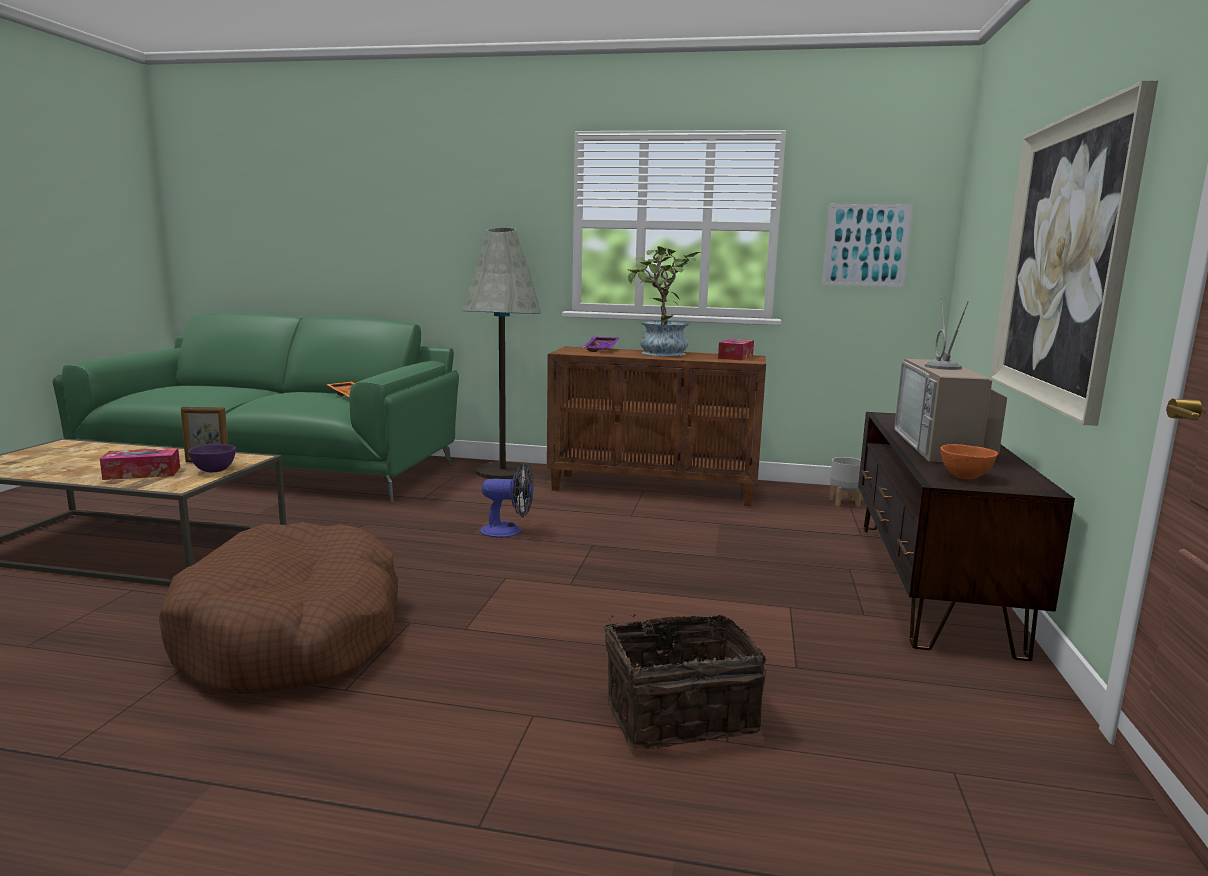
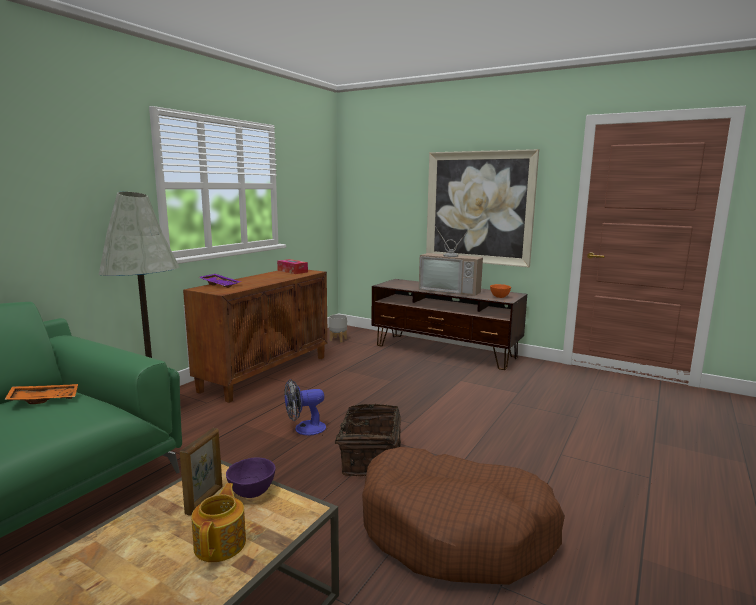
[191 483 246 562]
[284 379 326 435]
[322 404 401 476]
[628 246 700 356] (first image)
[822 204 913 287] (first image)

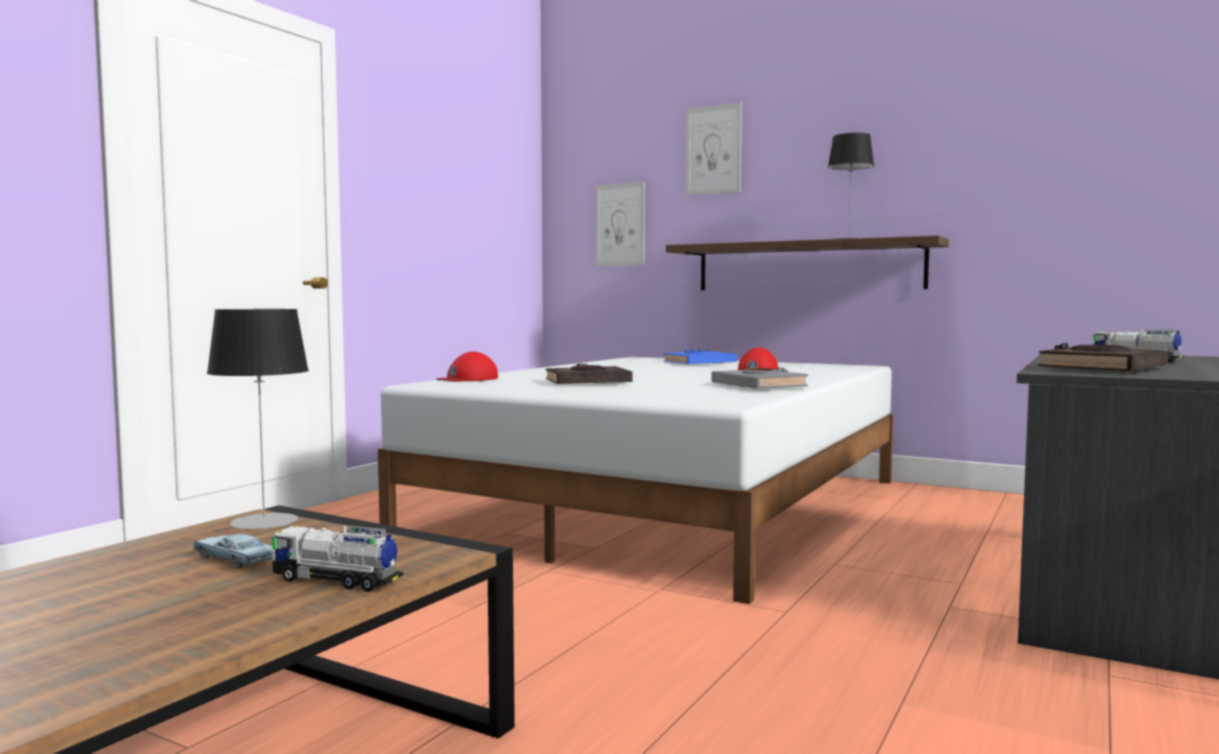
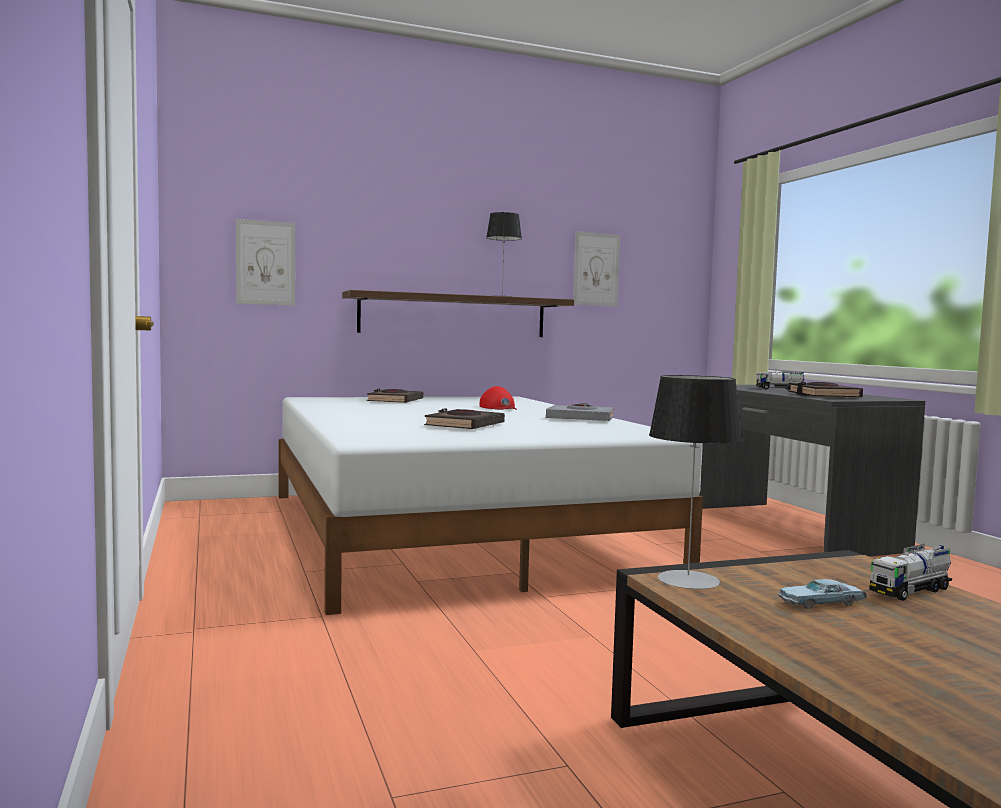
[436 352 498 382] (first image)
[367 389 423 403]
[573 232 620 306]

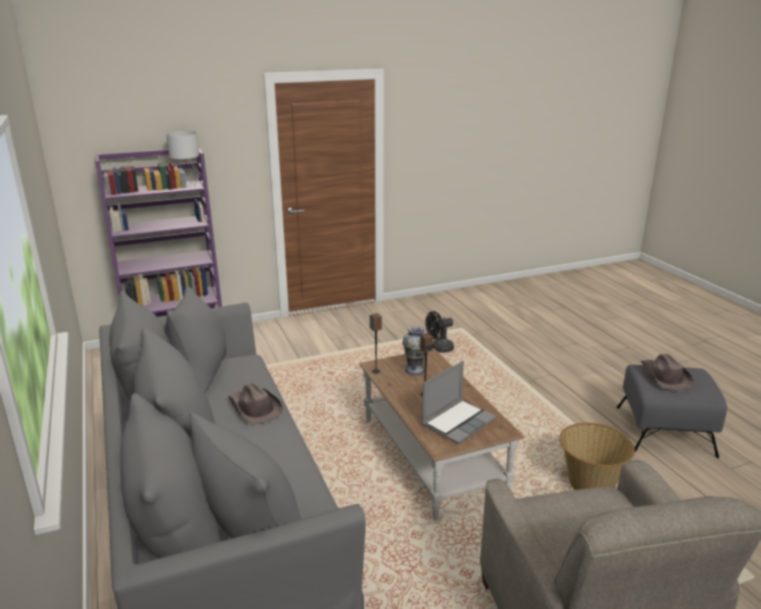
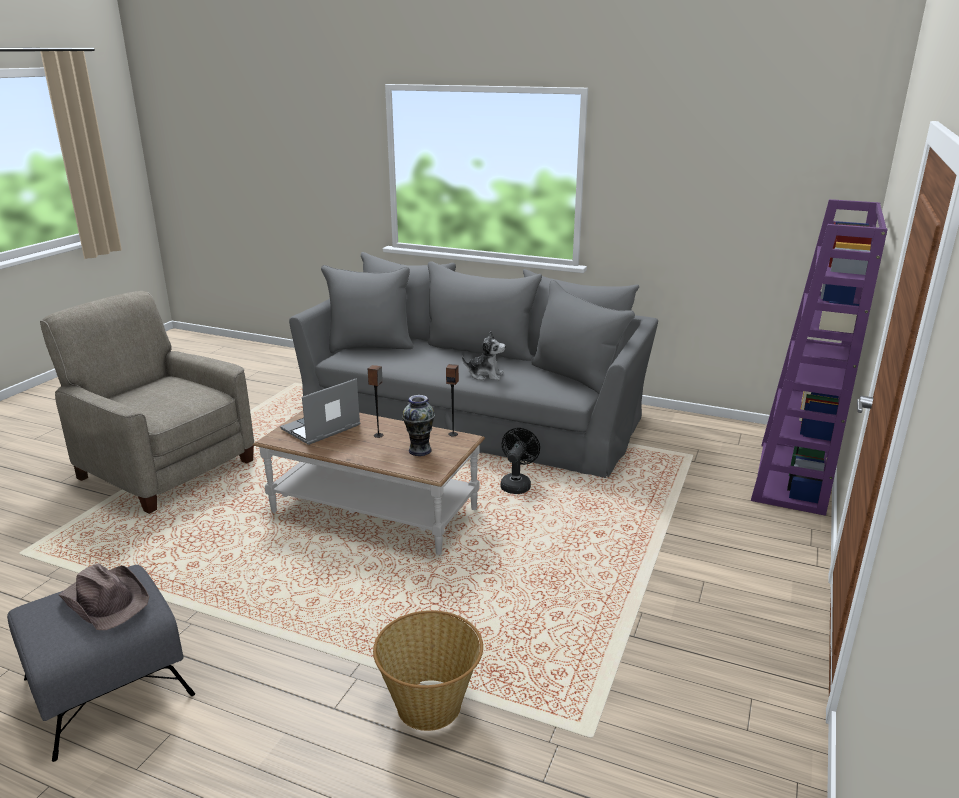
[166 131 200 188] (first image)
[462 331 506 381]
[280 378 360 445]
[501 428 540 494]
[373 610 483 731]

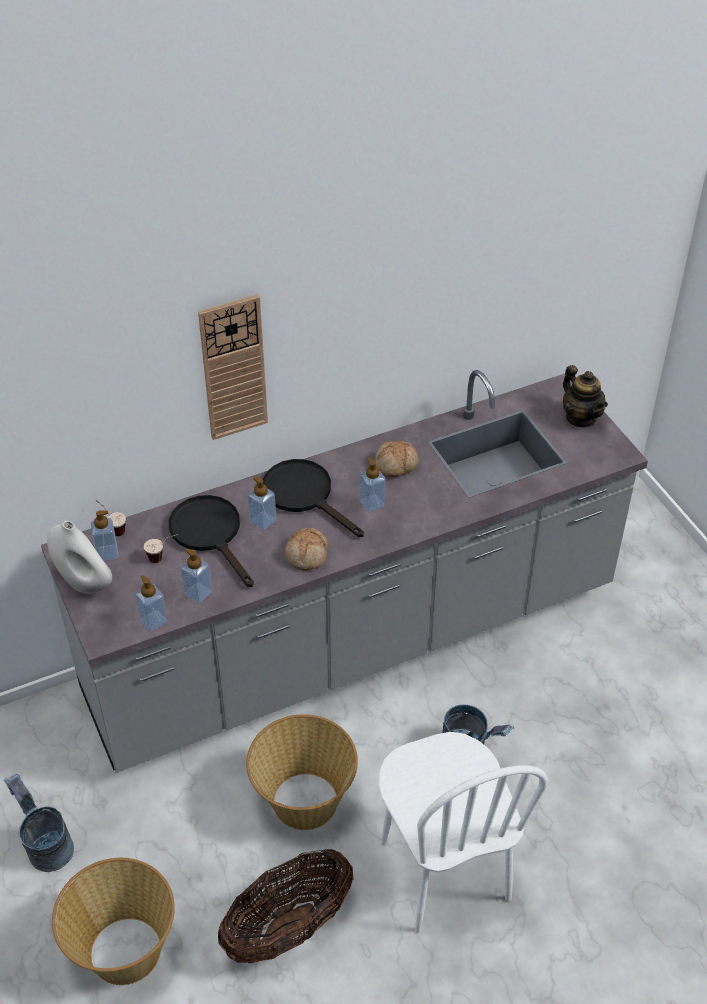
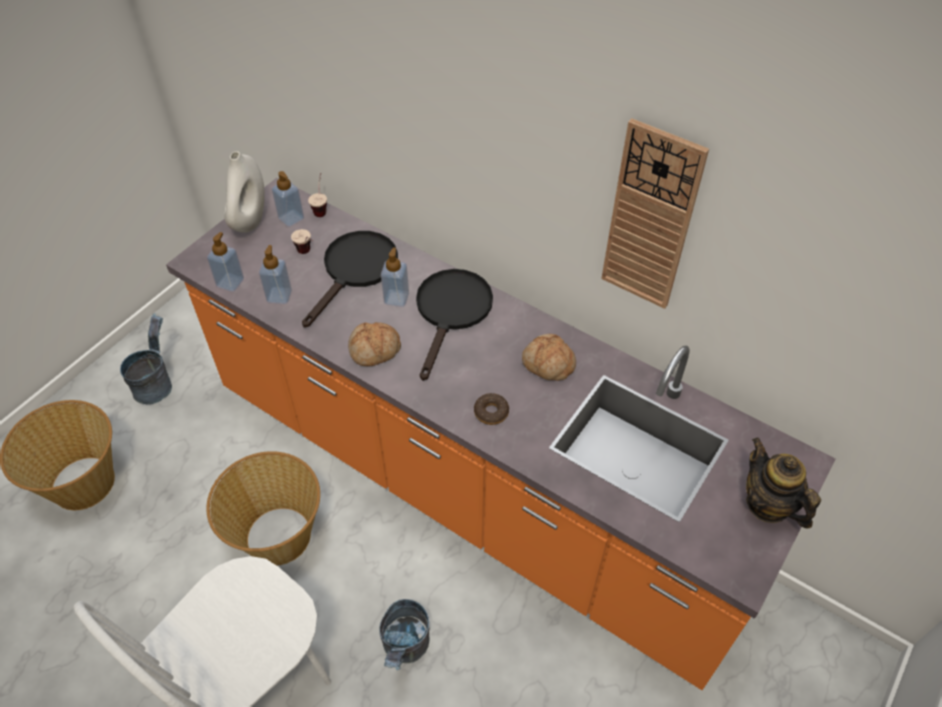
[166 178 835 690]
[601 118 709 309]
[218 849 353 963] (first image)
[360 457 386 512] (first image)
[746 438 821 528]
[474 393 509 425]

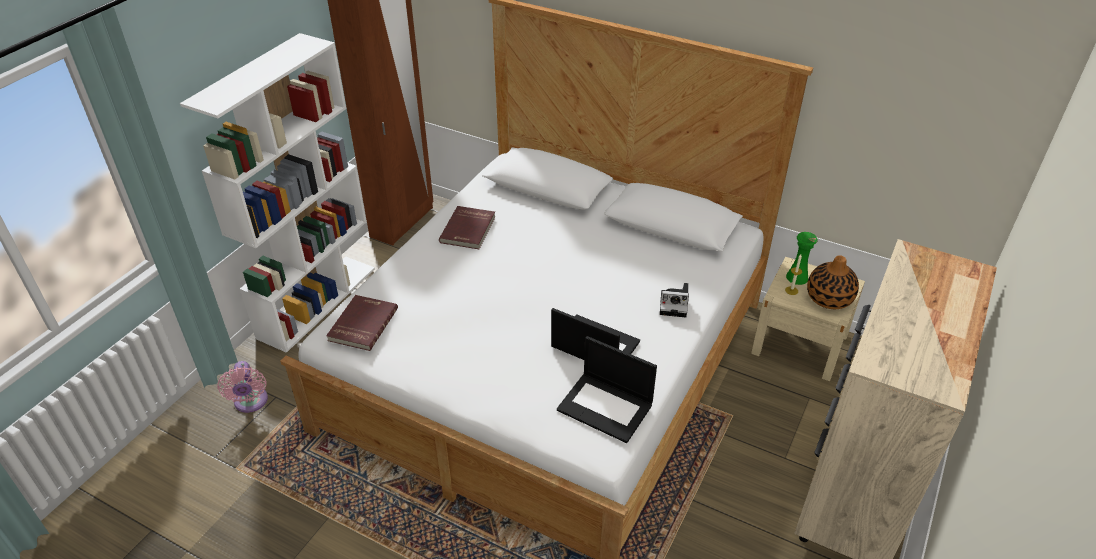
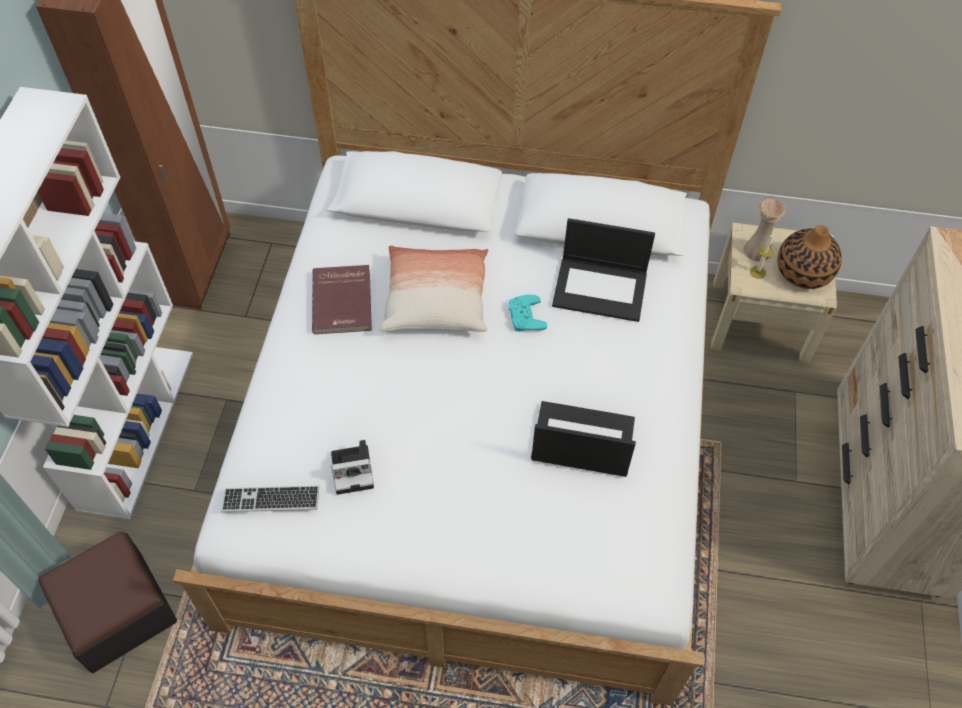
[38 531 177 673]
[221 486 319 512]
[552 218 655 322]
[331 440 374 495]
[744 199 786 262]
[379 246 488 332]
[509 294 547 332]

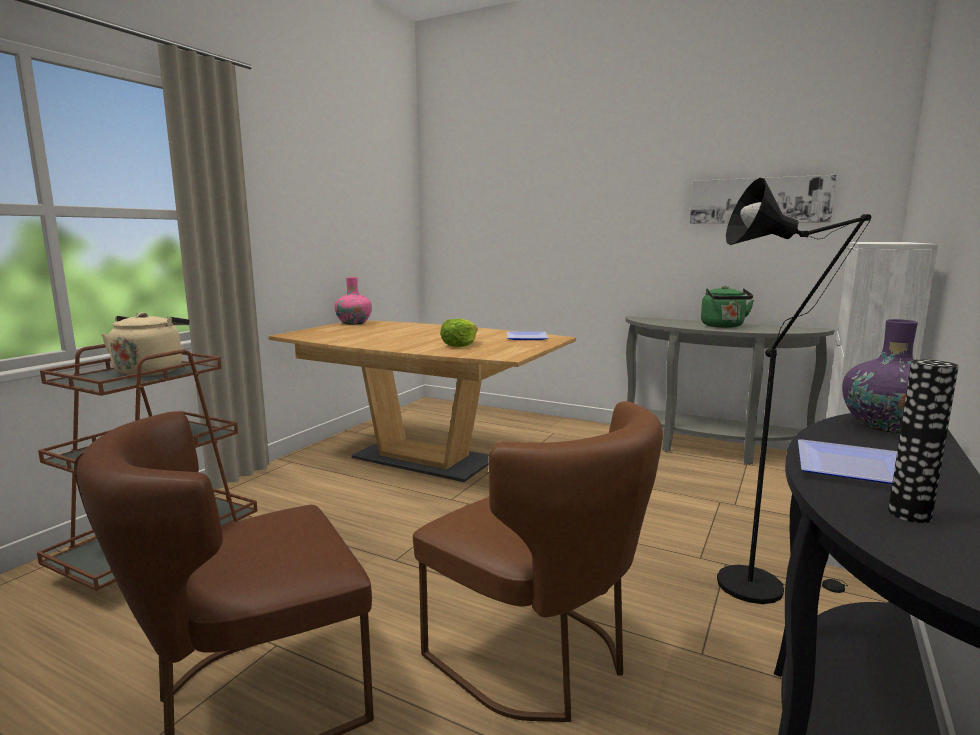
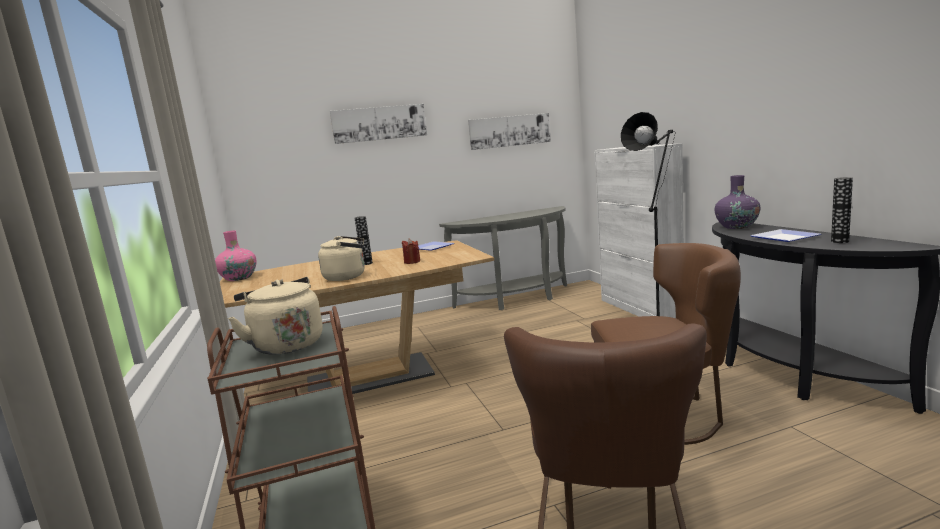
[402 239 420 264]
[701 286 754 328] (first image)
[318 236 365 281]
[330 104 427 144]
[355 216 373 265]

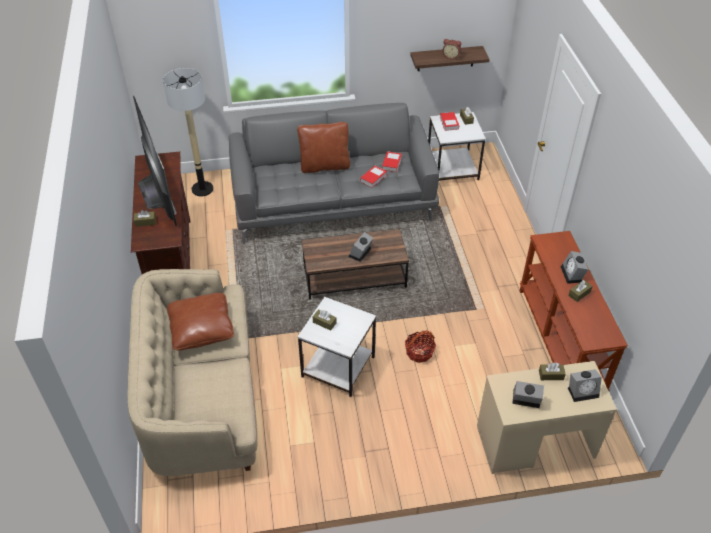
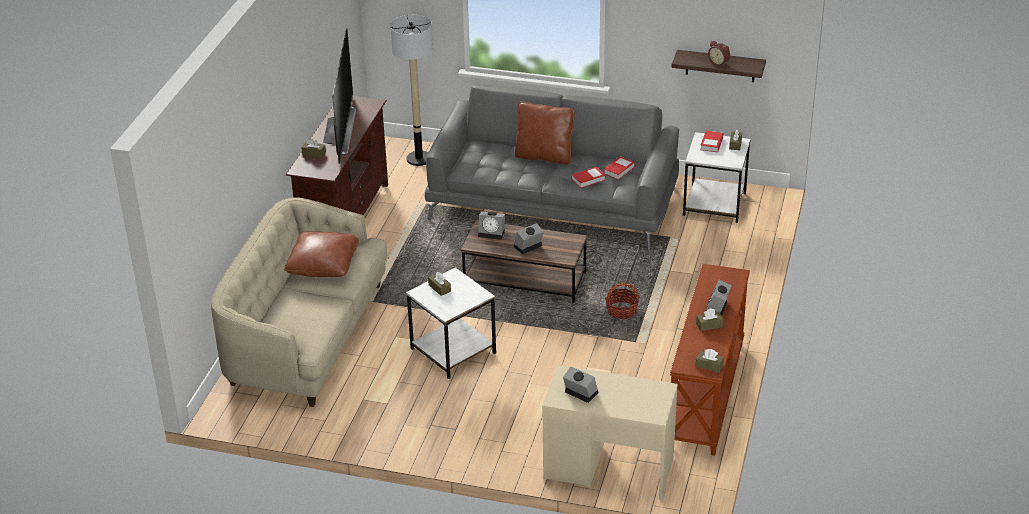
[605 282 640 319]
[696 349 724 373]
[478 211 505 240]

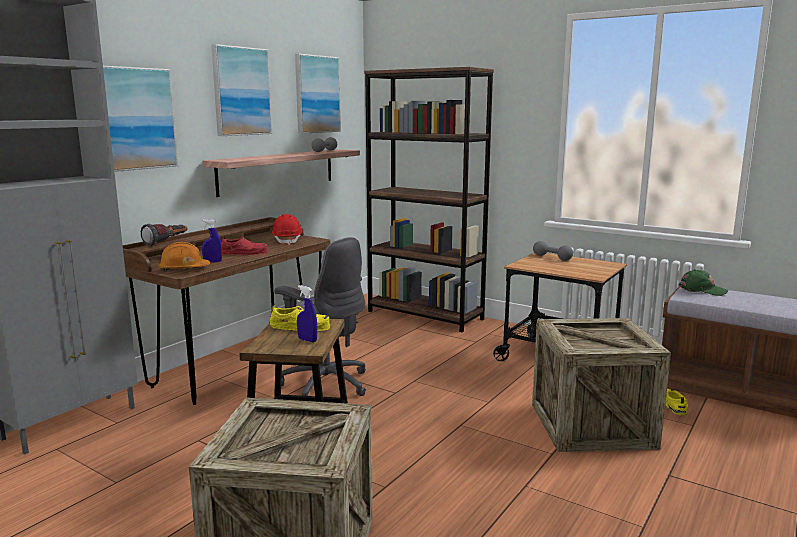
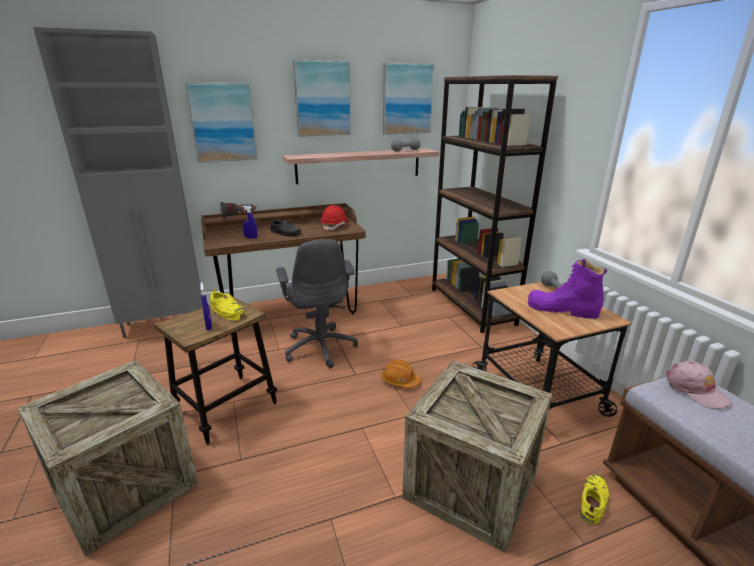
[381 360 421 388]
[270 218 301 237]
[666 361 733 409]
[528 259 607 319]

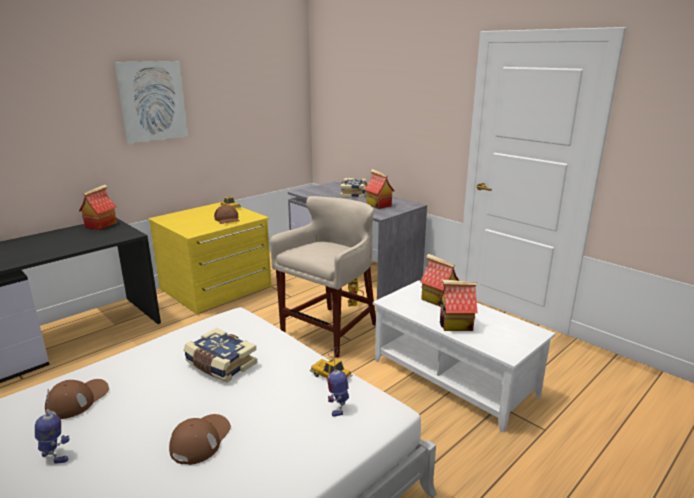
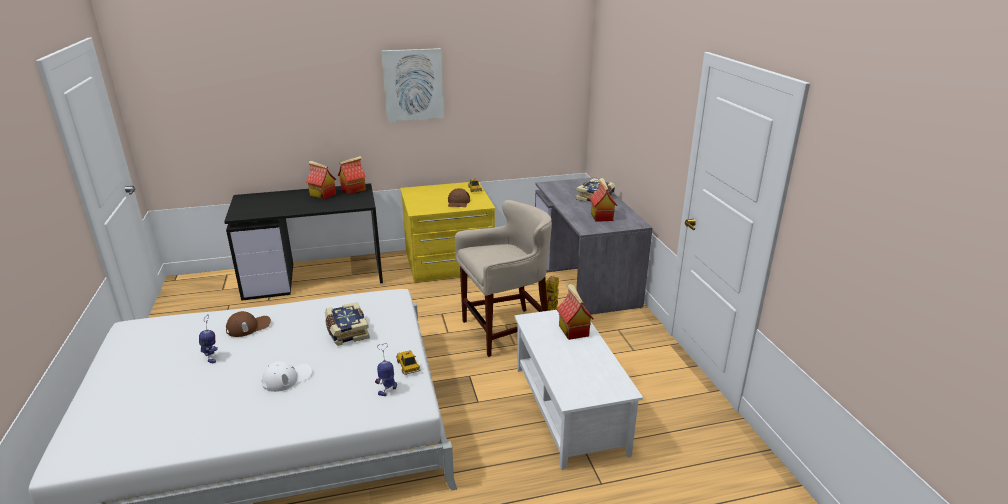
[262 361 311 392]
[306 161 337 199]

